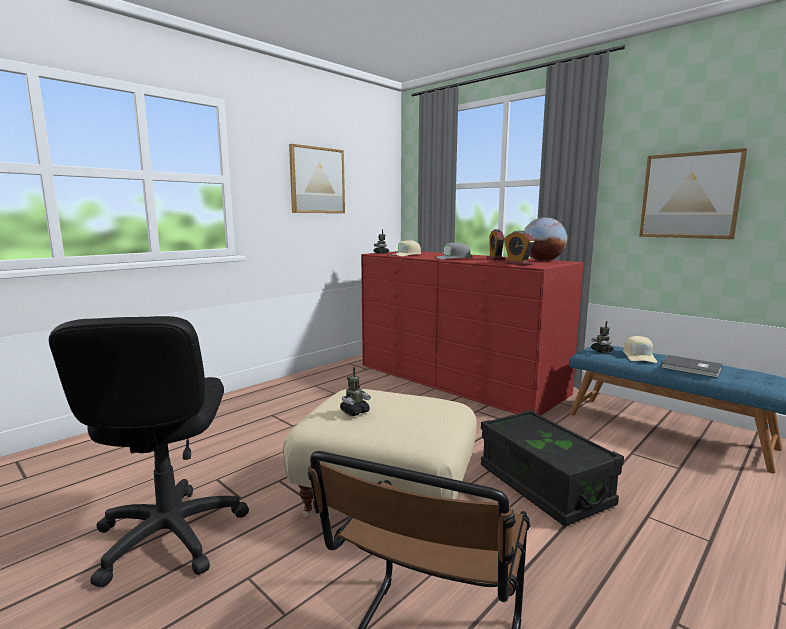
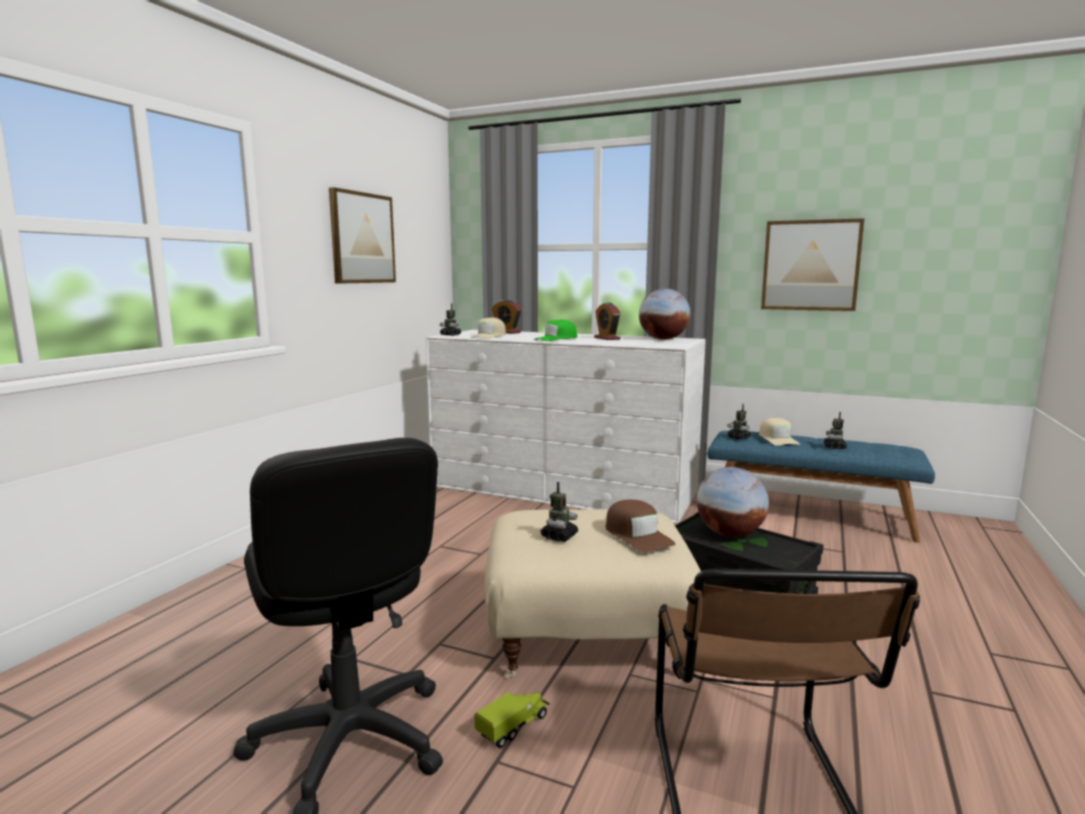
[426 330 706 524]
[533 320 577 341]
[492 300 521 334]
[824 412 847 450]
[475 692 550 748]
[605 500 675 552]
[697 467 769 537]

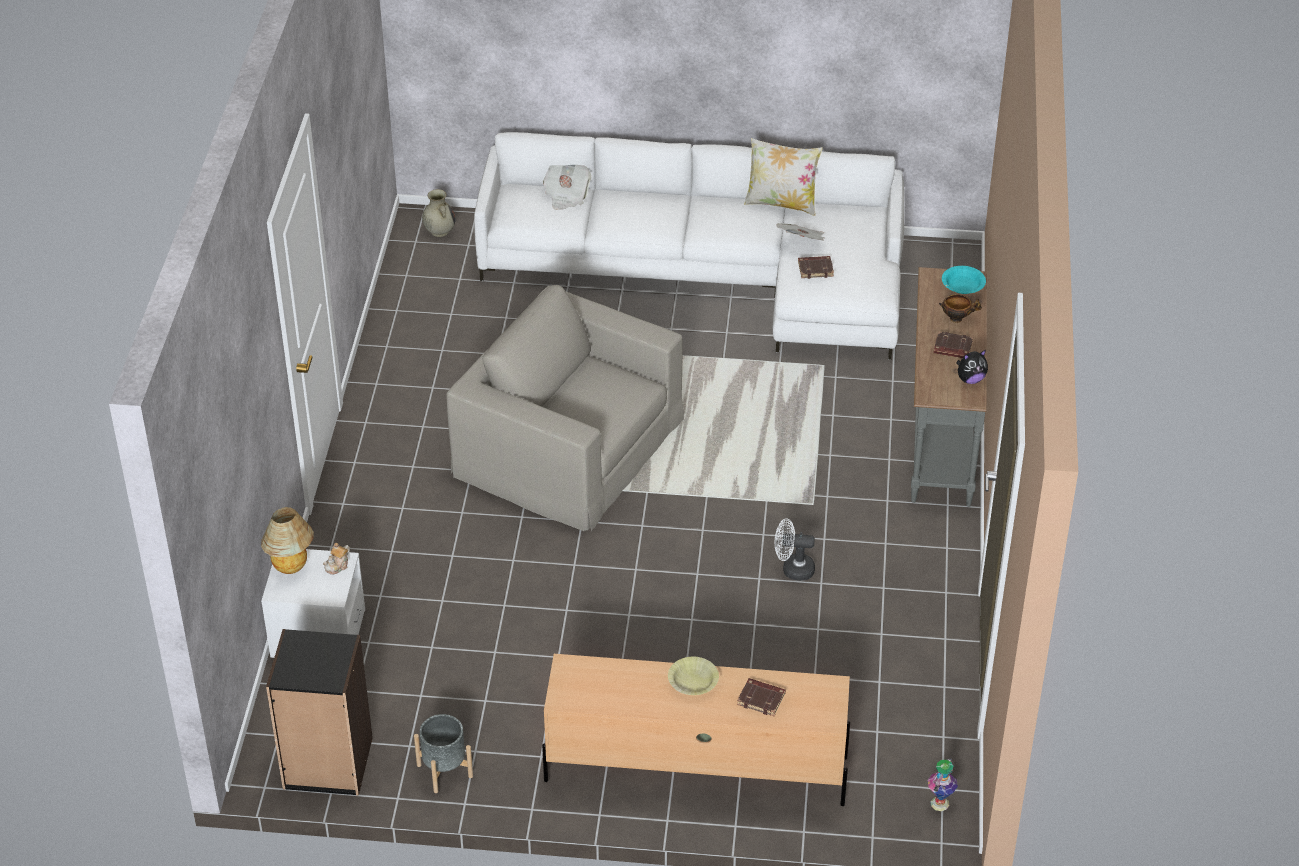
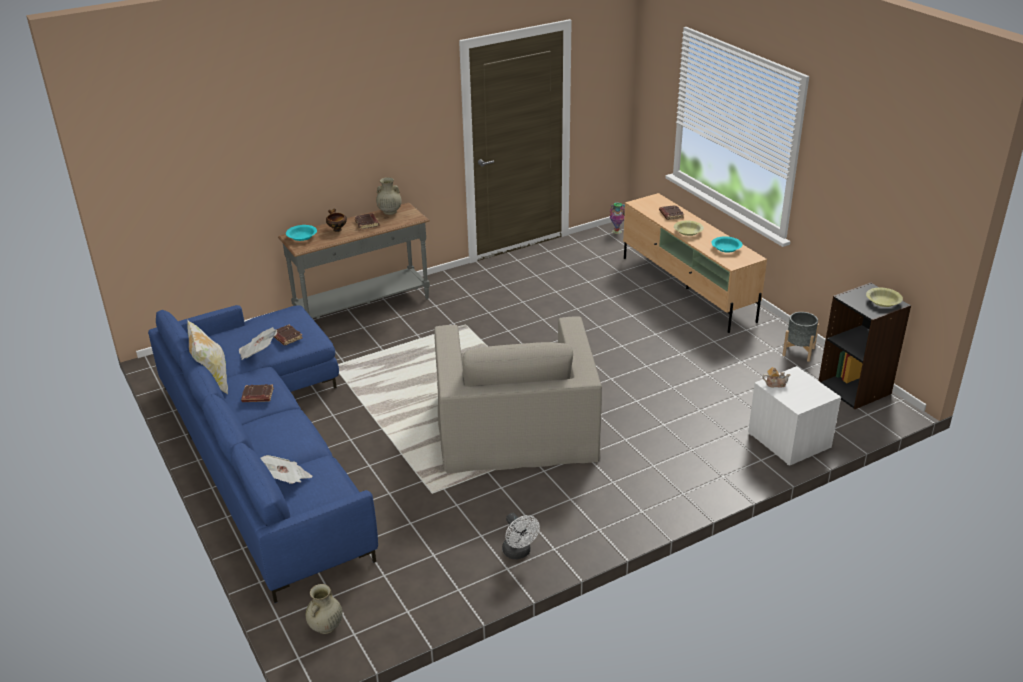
[261 507 314 574] (first image)
[148 305 378 603]
[502 513 540 559]
[376 177 402 215]
[241 384 274 402]
[711 236 742 253]
[866 288 903 307]

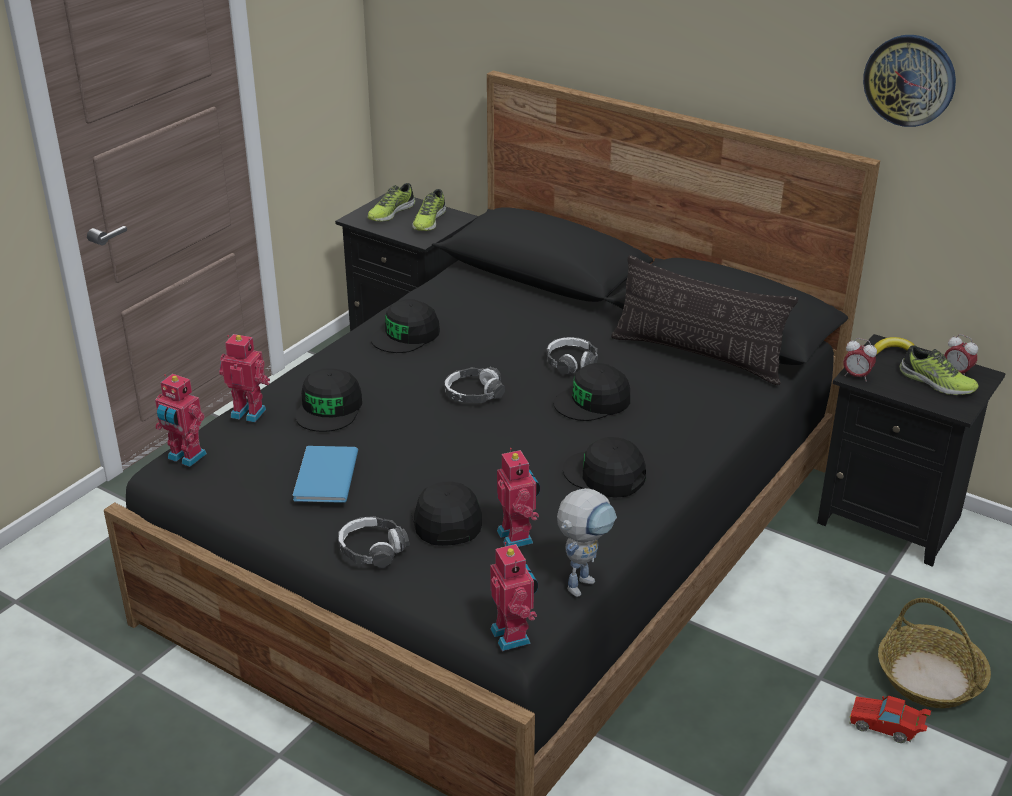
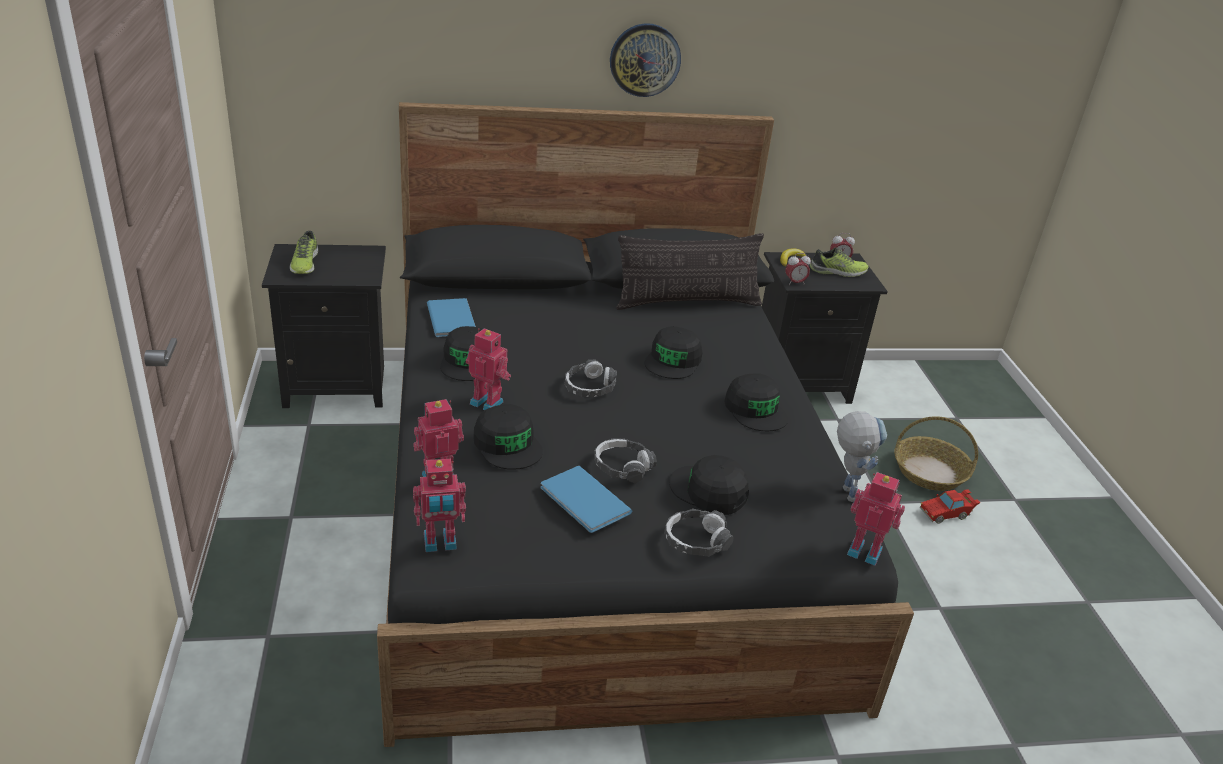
[412 189 446 231] (first image)
[466 328 511 410]
[594 439 657 484]
[724 373 788 431]
[610 23 681 97]
[427 298 476 337]

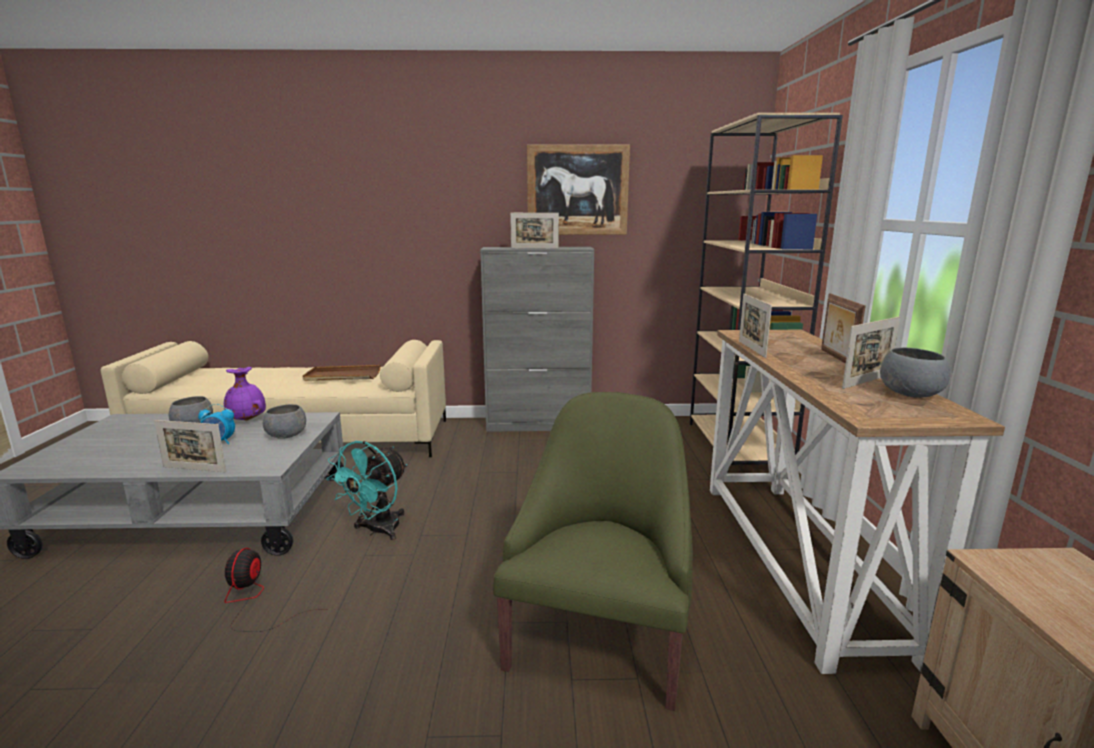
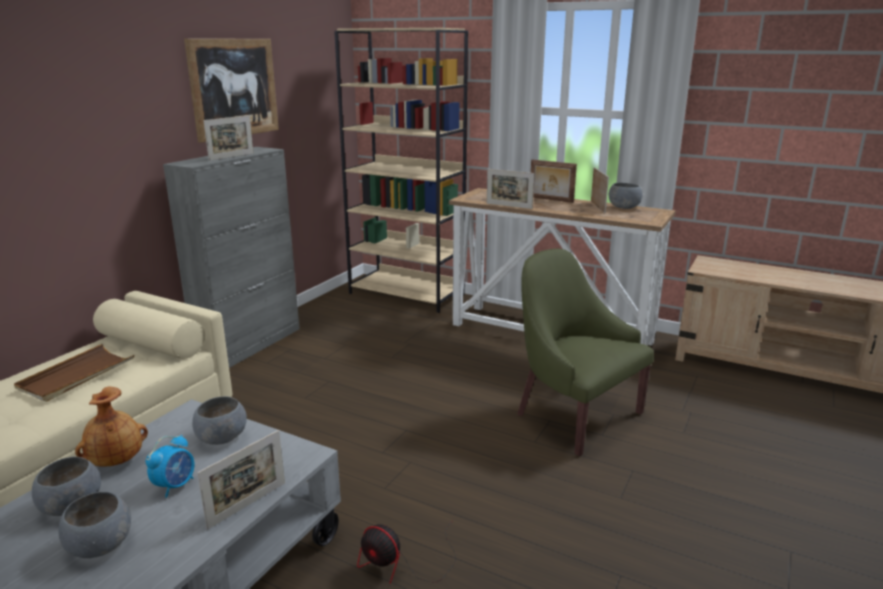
[75 387 148 467]
[326 441 407 540] (first image)
[58 491 131 558]

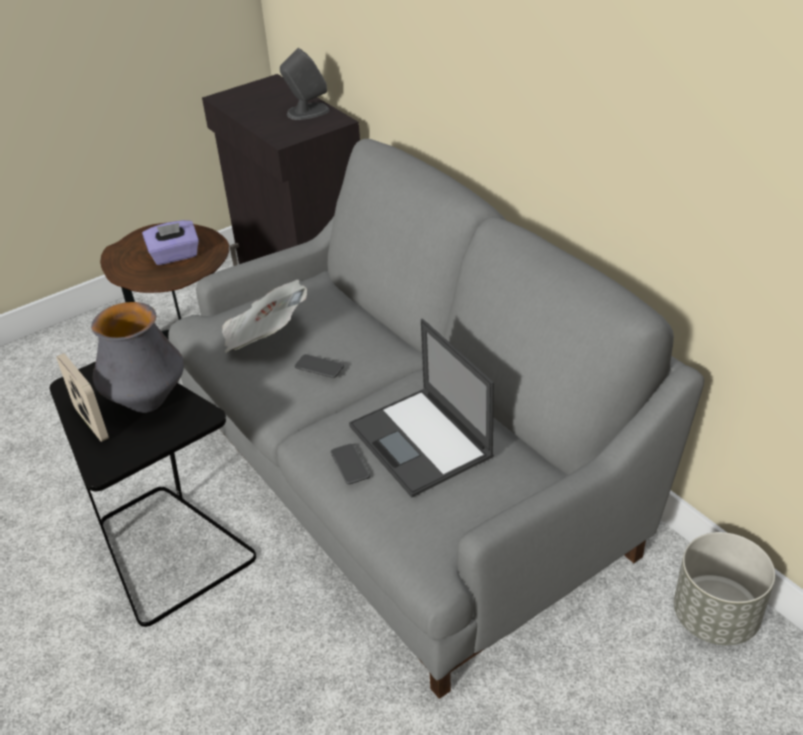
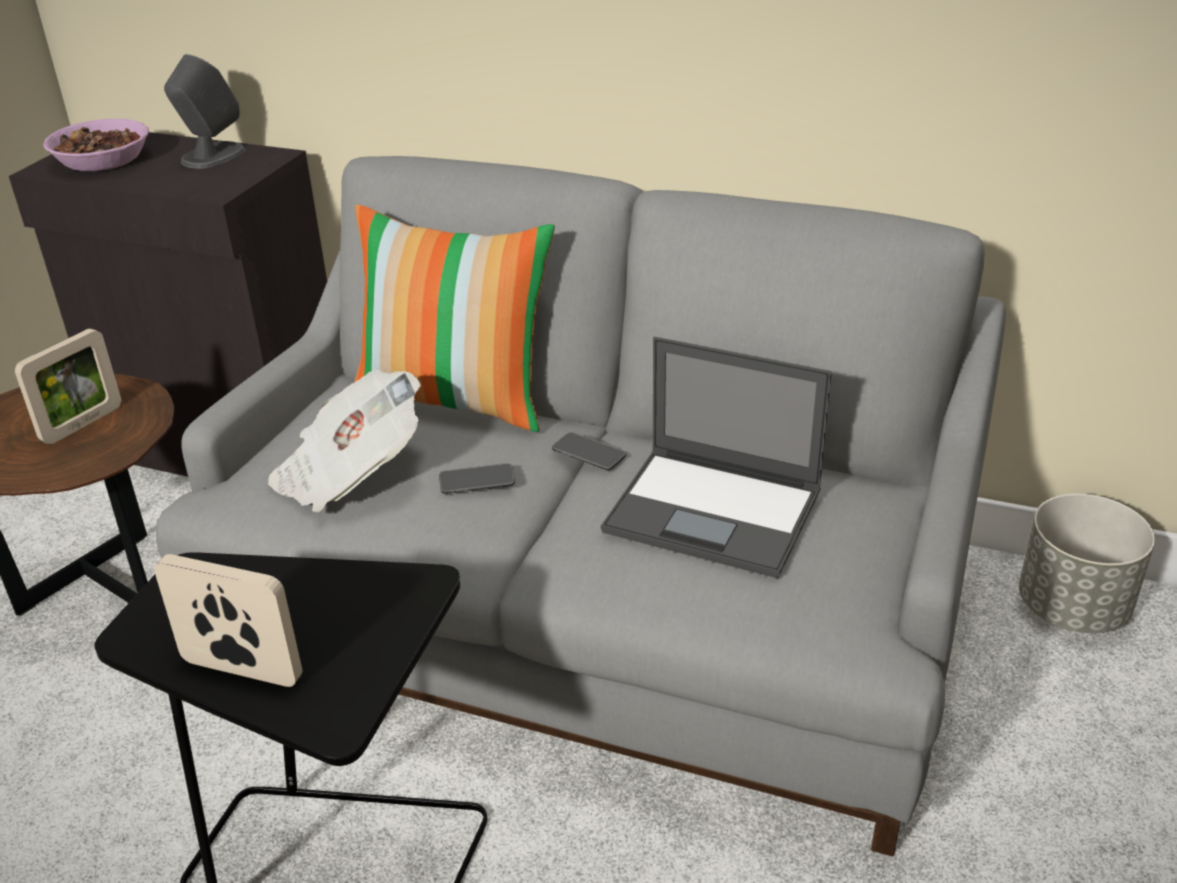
[91 302 184 413] (first image)
[15 328 121 444]
[552 432 626 470]
[43 119 149 171]
[354 205 555 432]

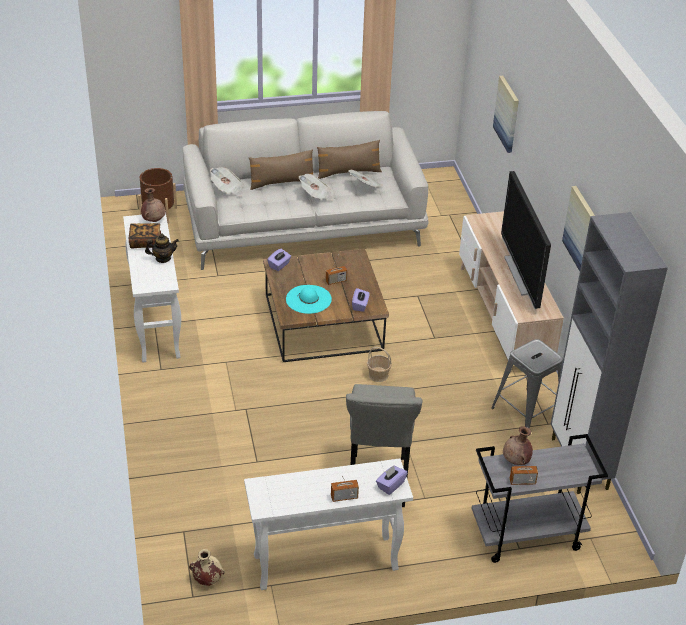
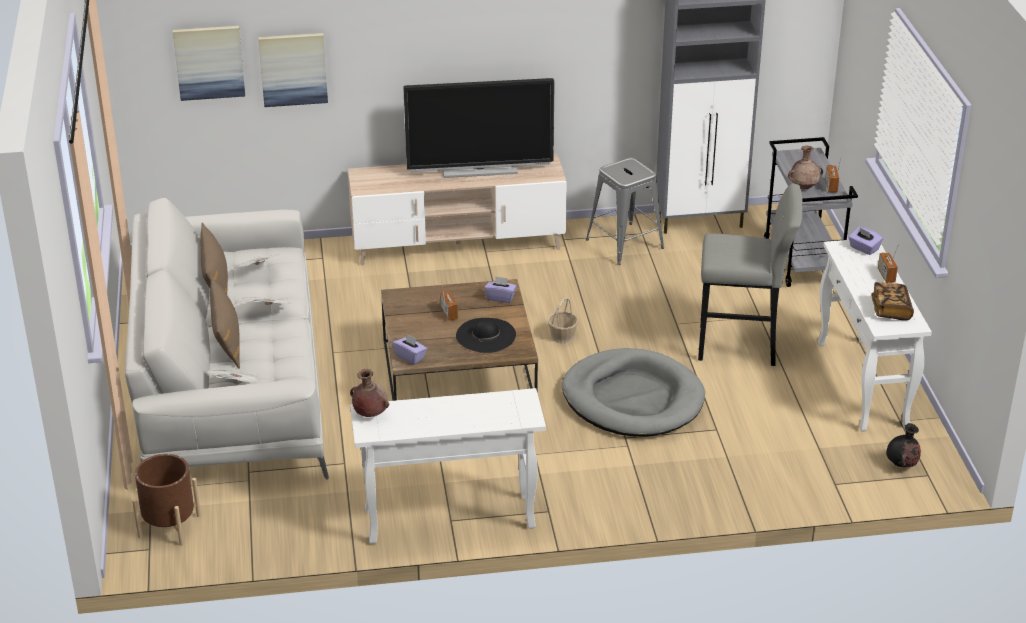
[872 282 914 320]
[145 234 179 263] (first image)
[886 423 921 467]
[456 318 516 353]
[173 26 245 101]
[562 348 705 436]

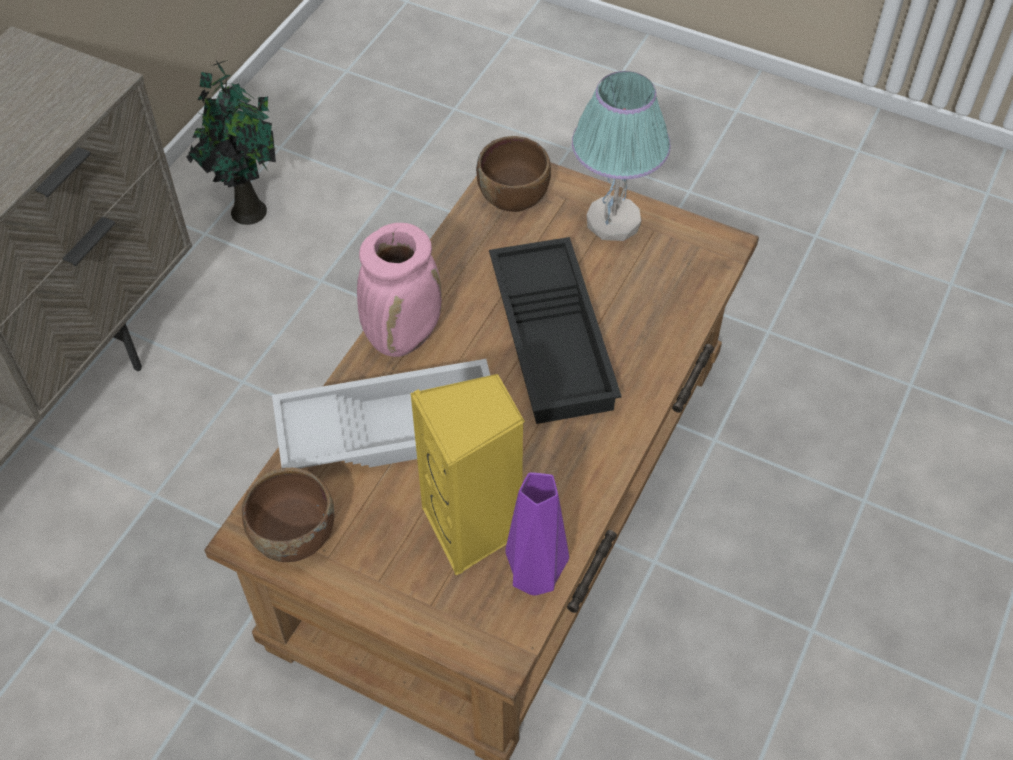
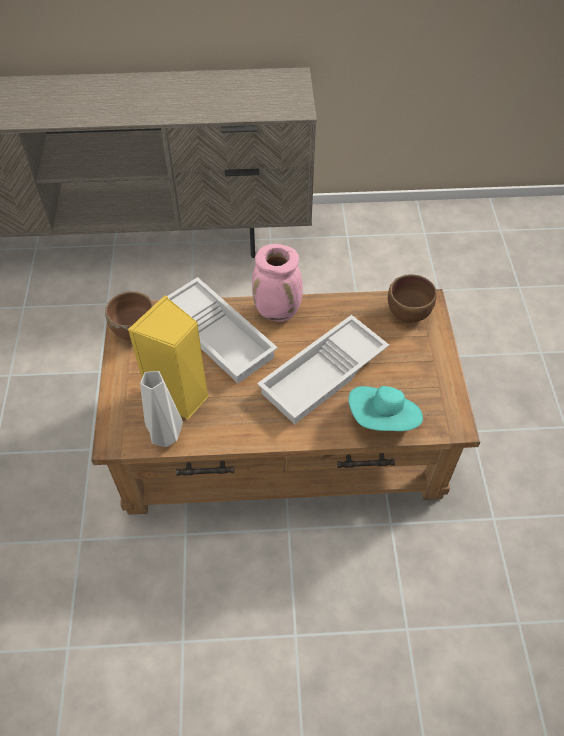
[187 60 276 225] (first image)
[257 315 389 424]
[140 371 183 447]
[572 71 671 241] (first image)
[348 386 423 431]

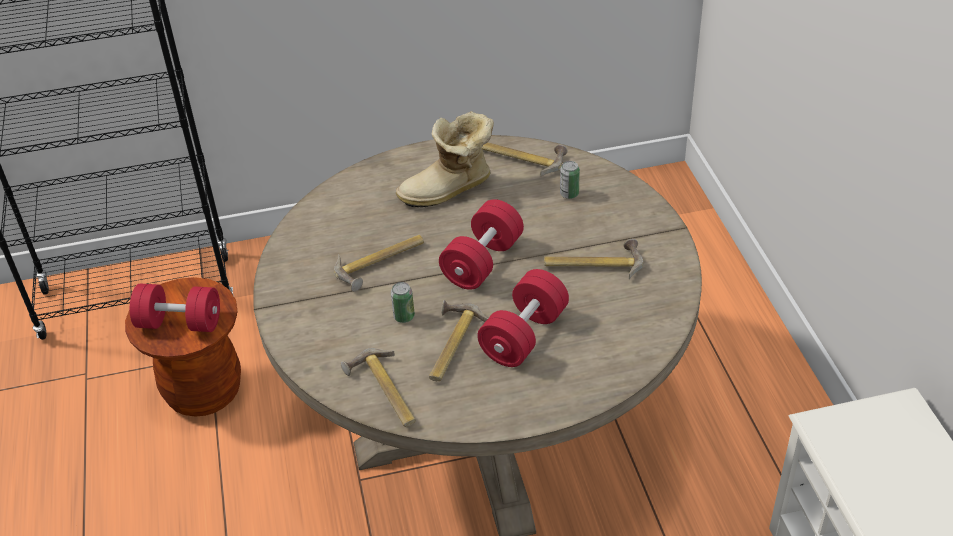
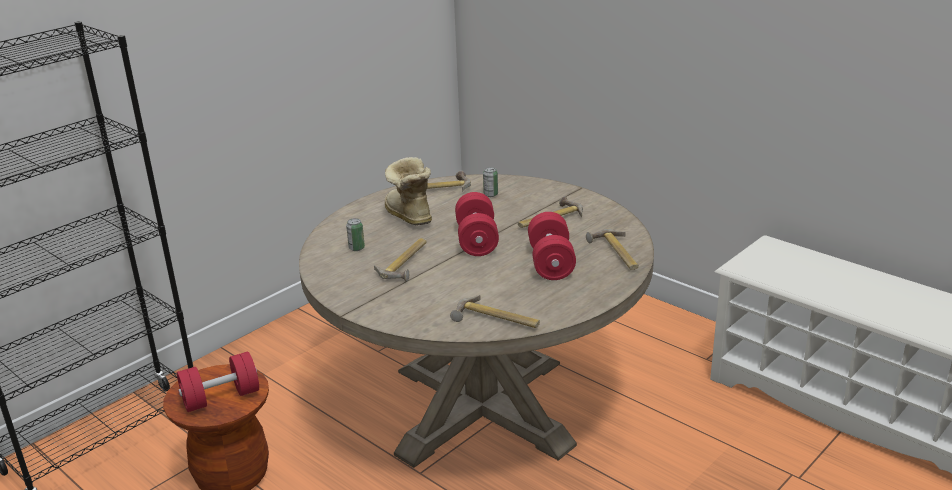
[346 218 365 251]
[385 157 432 225]
[586 229 639 270]

